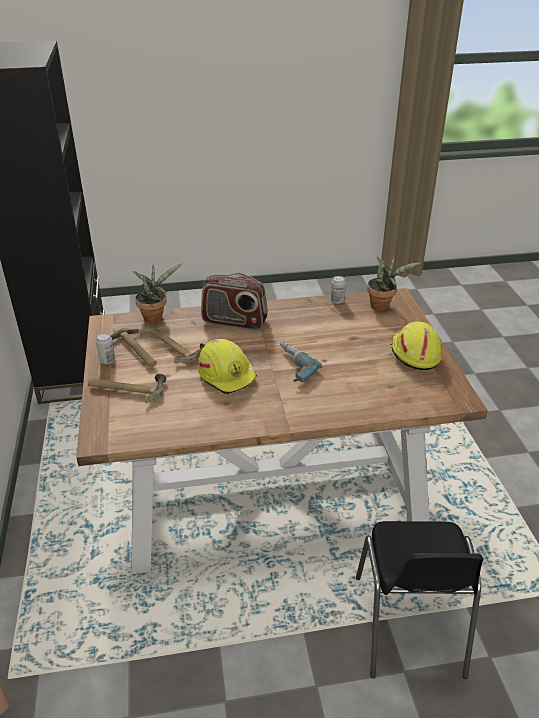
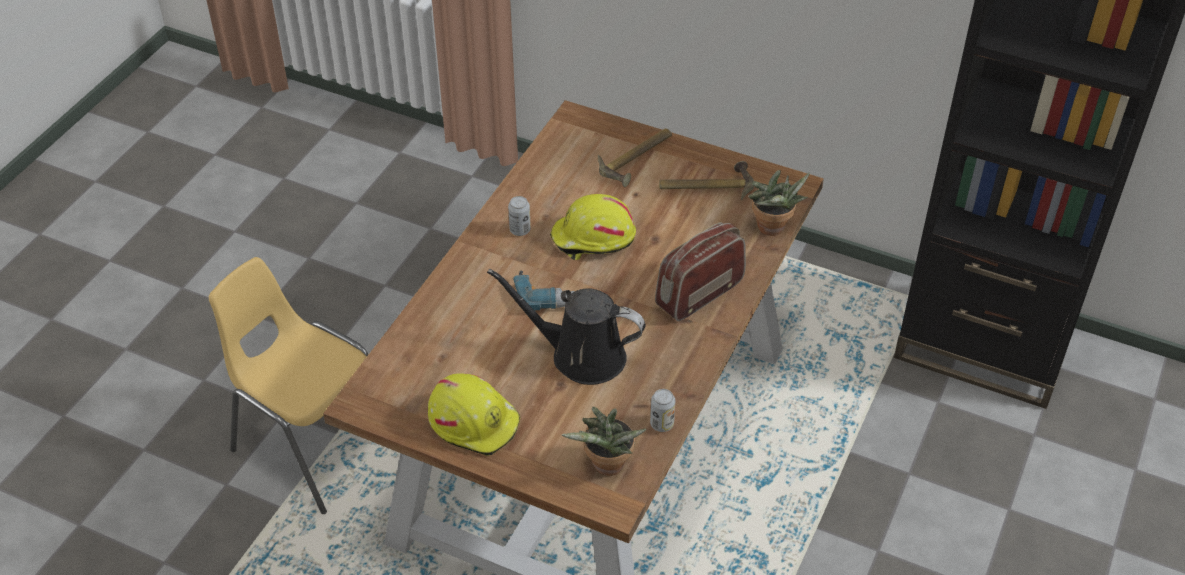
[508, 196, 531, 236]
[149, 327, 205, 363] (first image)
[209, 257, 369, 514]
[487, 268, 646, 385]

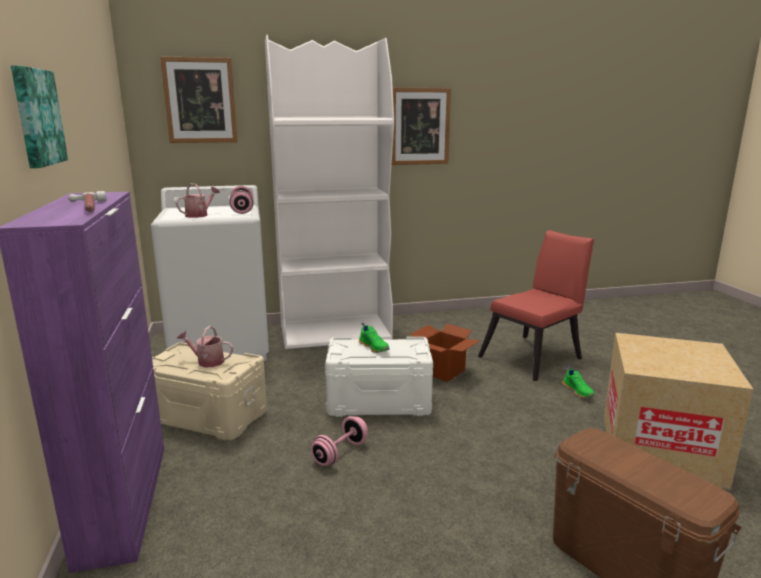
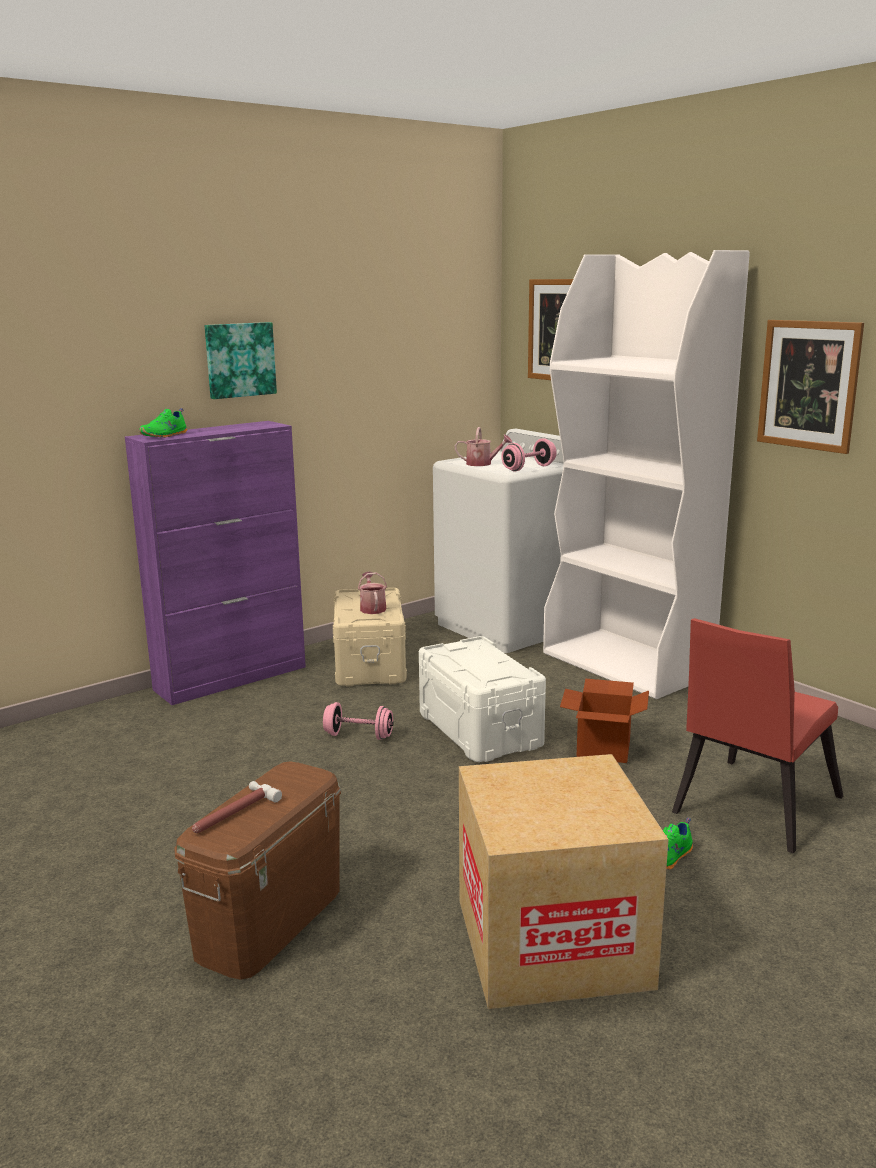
[192, 781, 282, 833]
[140, 408, 187, 438]
[672, 618, 843, 853]

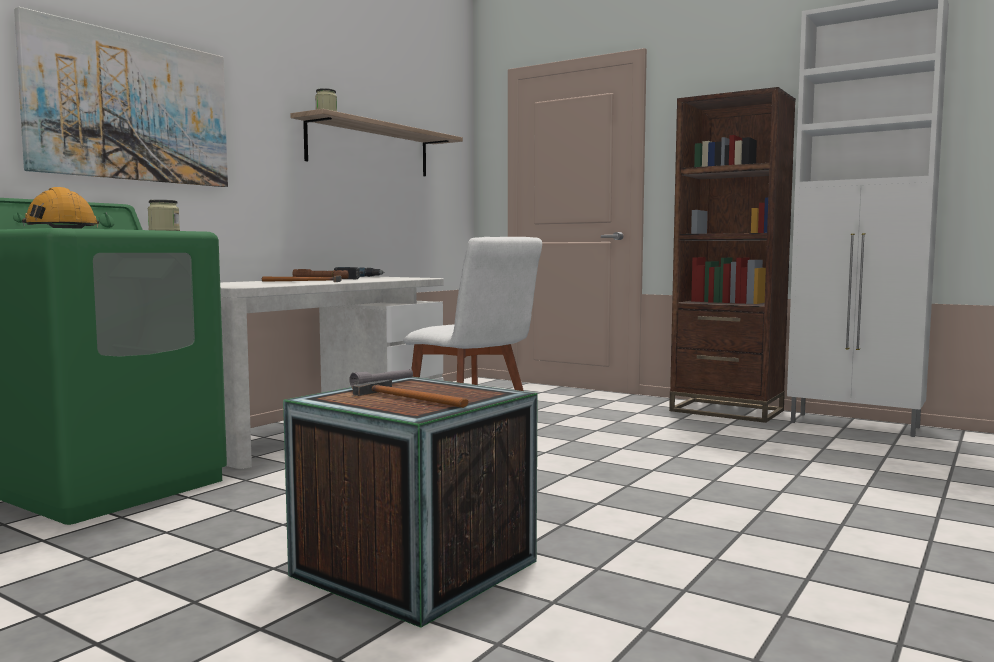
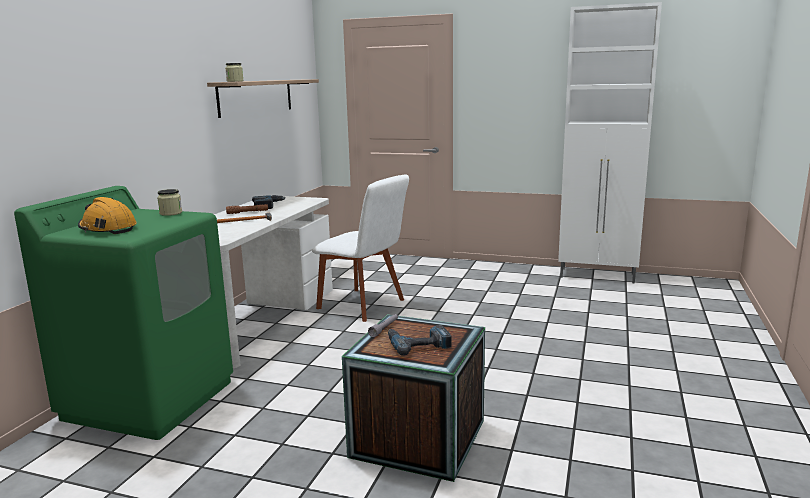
[14, 7, 228, 187] (first image)
[388, 325, 452, 356]
[669, 87, 796, 423] (first image)

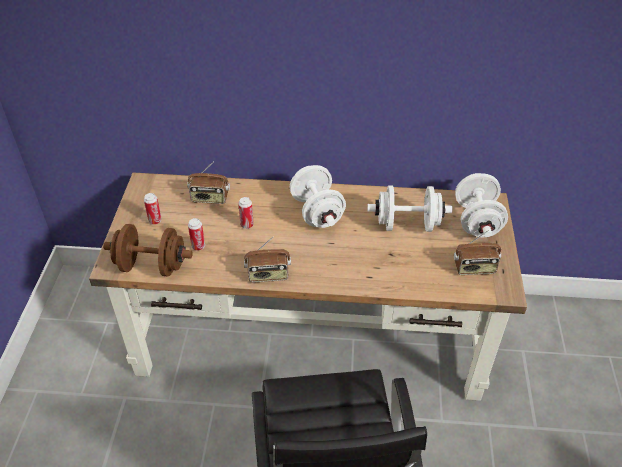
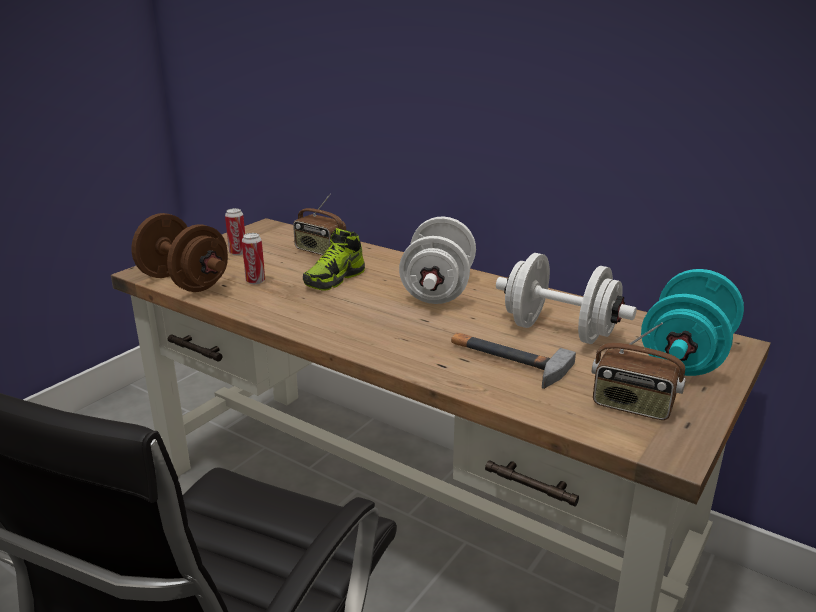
[303, 228, 365, 290]
[244, 236, 291, 282] (first image)
[641, 269, 744, 376]
[451, 333, 576, 389]

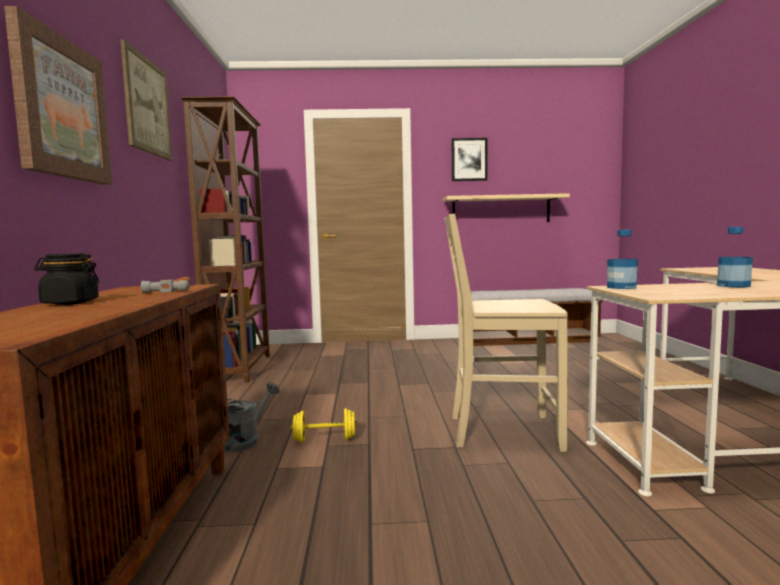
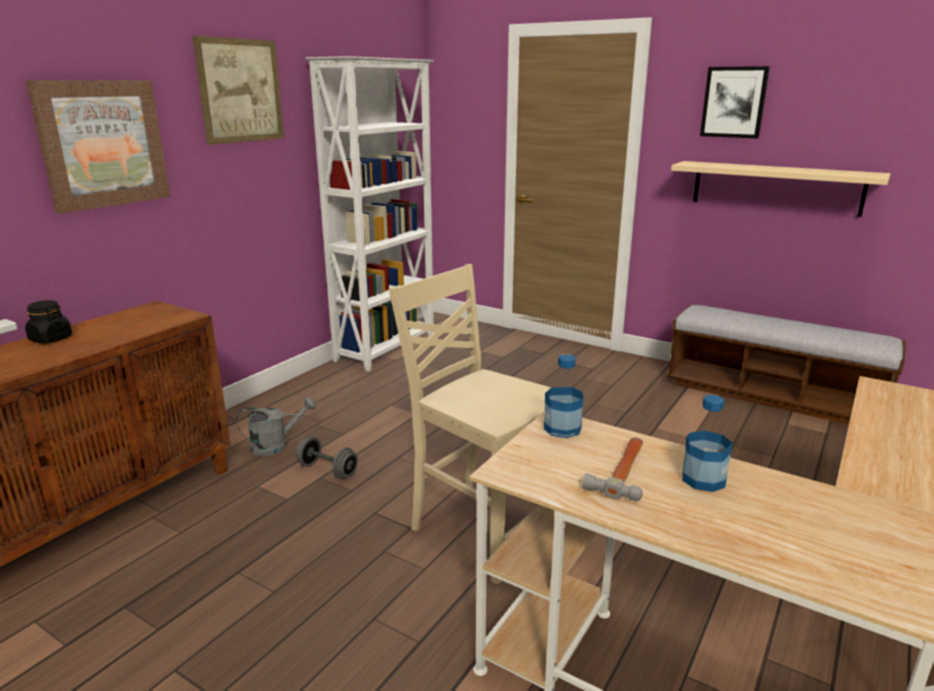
[582, 438, 643, 501]
[305, 56, 434, 371]
[296, 437, 358, 479]

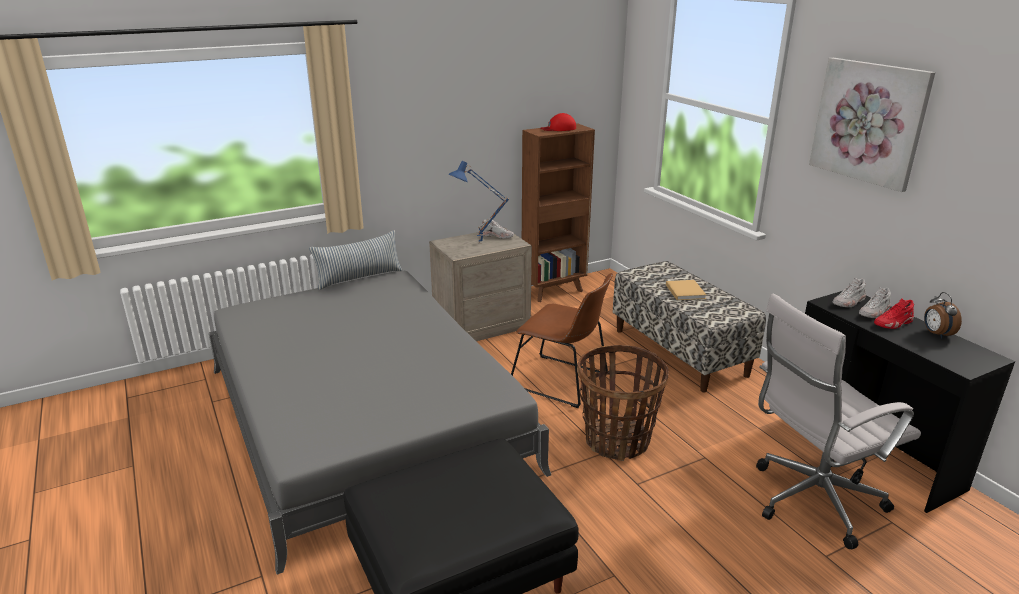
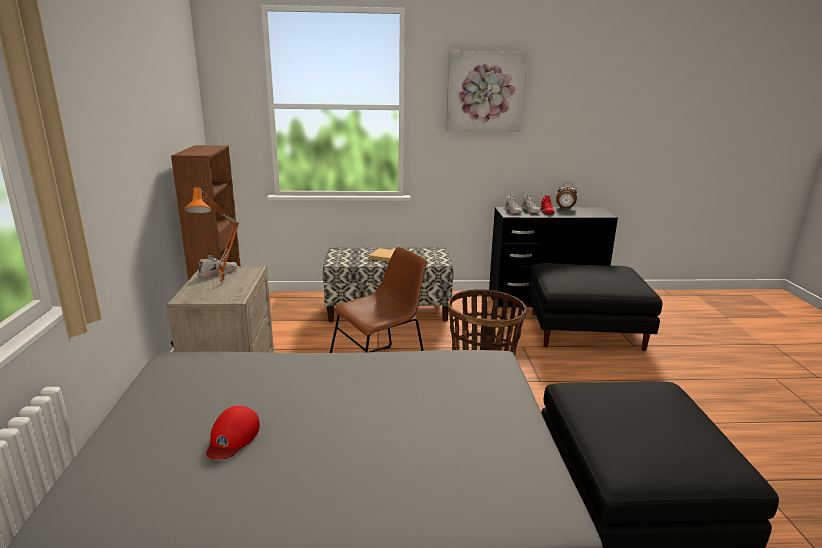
[309, 231, 402, 290] (first image)
[184, 187, 239, 284]
[206, 406, 260, 460]
[528, 263, 662, 351]

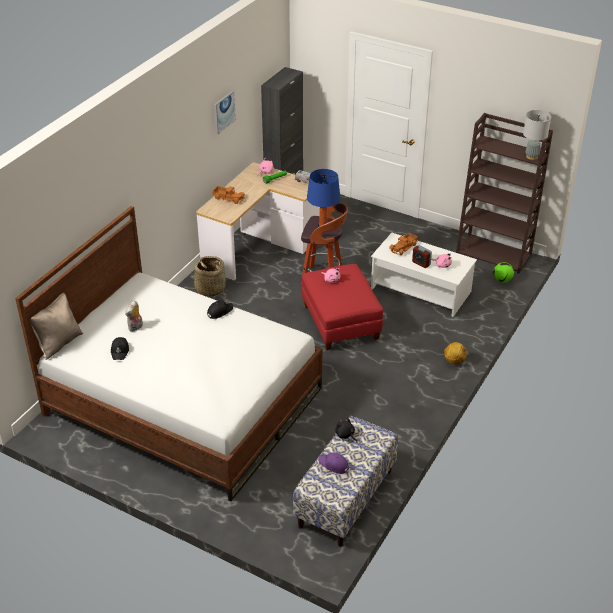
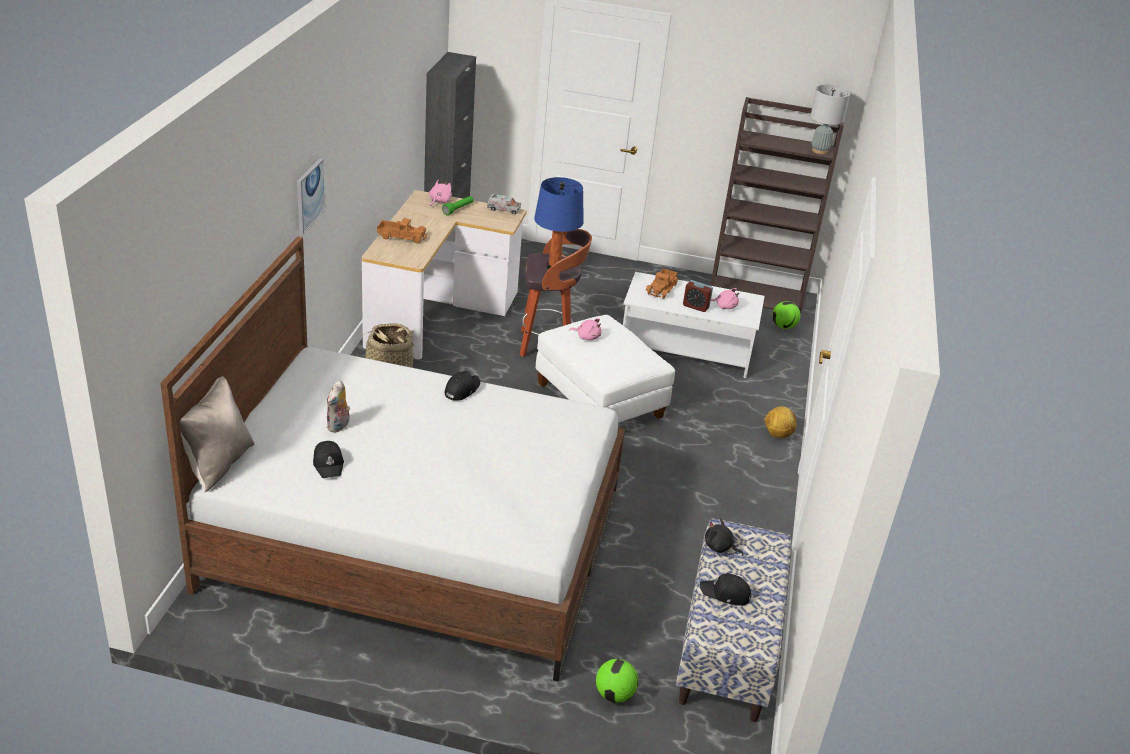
[297, 158, 326, 234]
[536, 315, 675, 423]
[700, 573, 752, 606]
[596, 659, 638, 703]

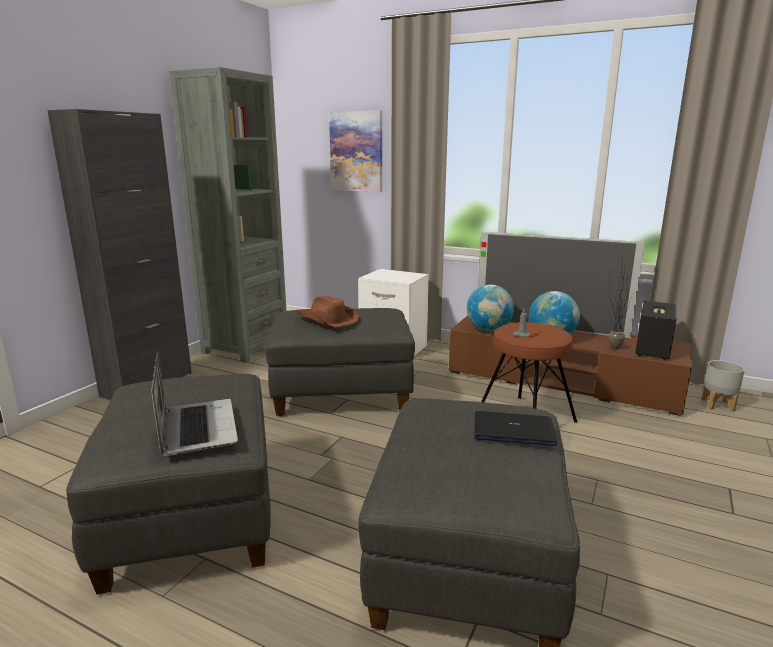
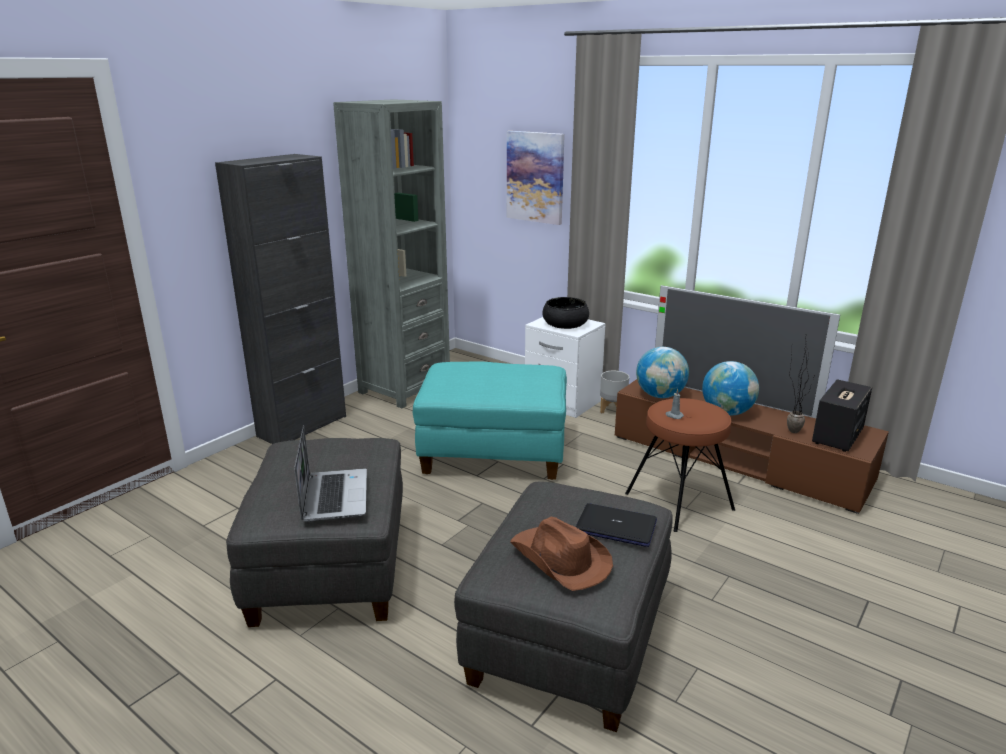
[413, 361, 567, 480]
[510, 517, 613, 591]
[600, 371, 629, 413]
[542, 297, 589, 329]

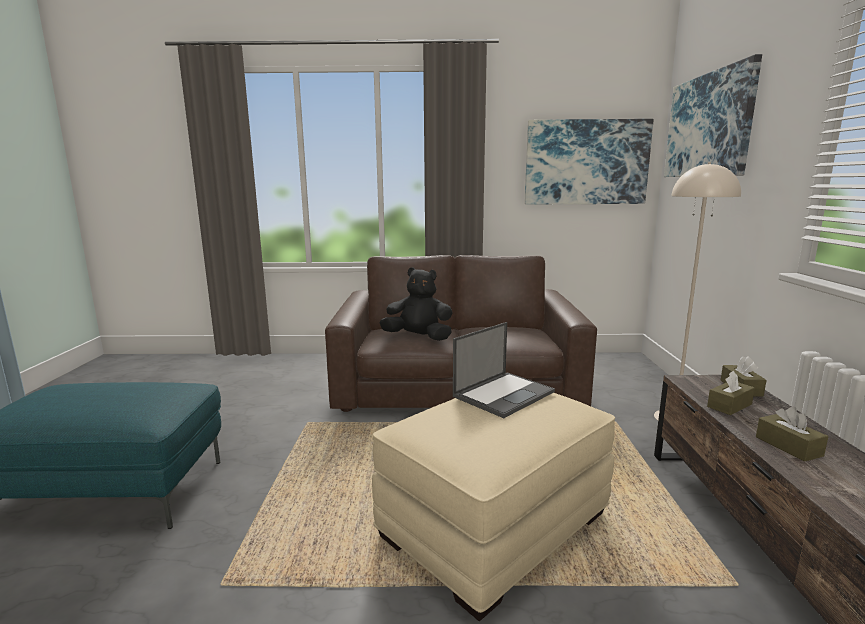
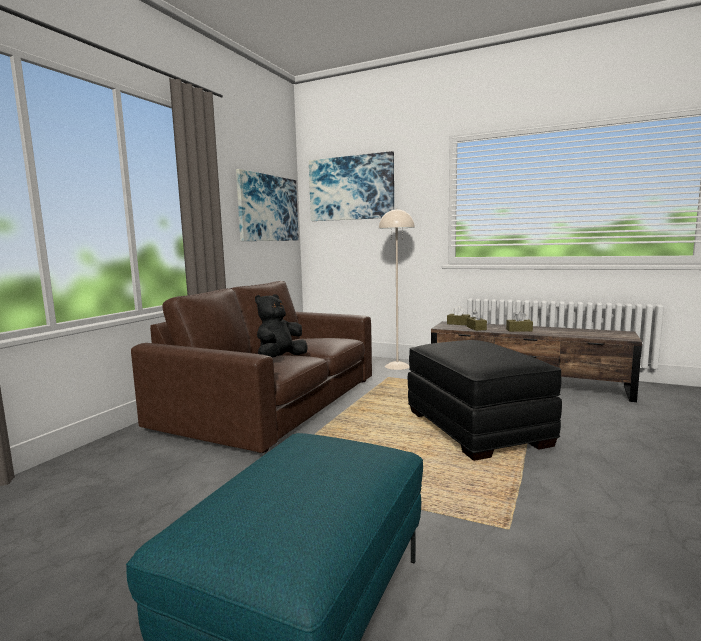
[408, 340, 562, 461]
[453, 322, 555, 418] (first image)

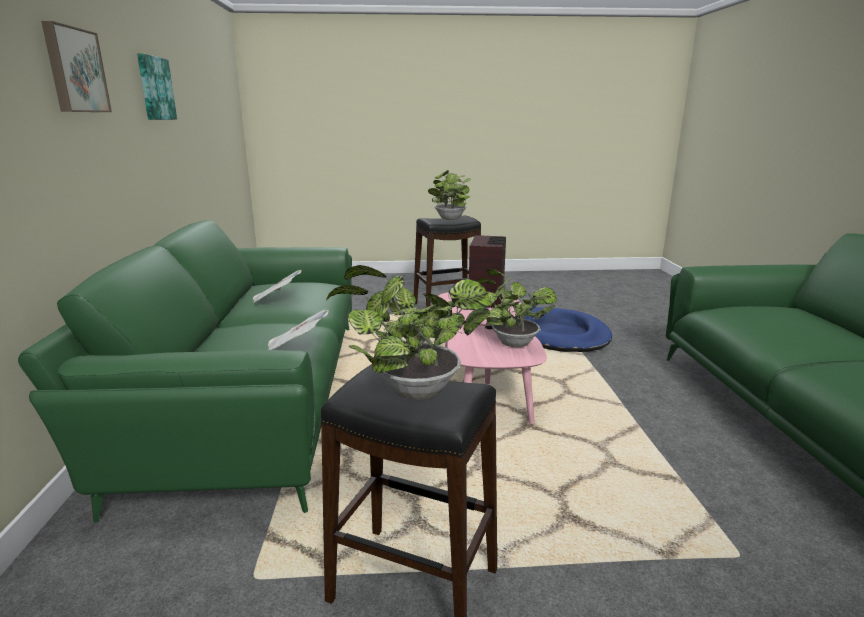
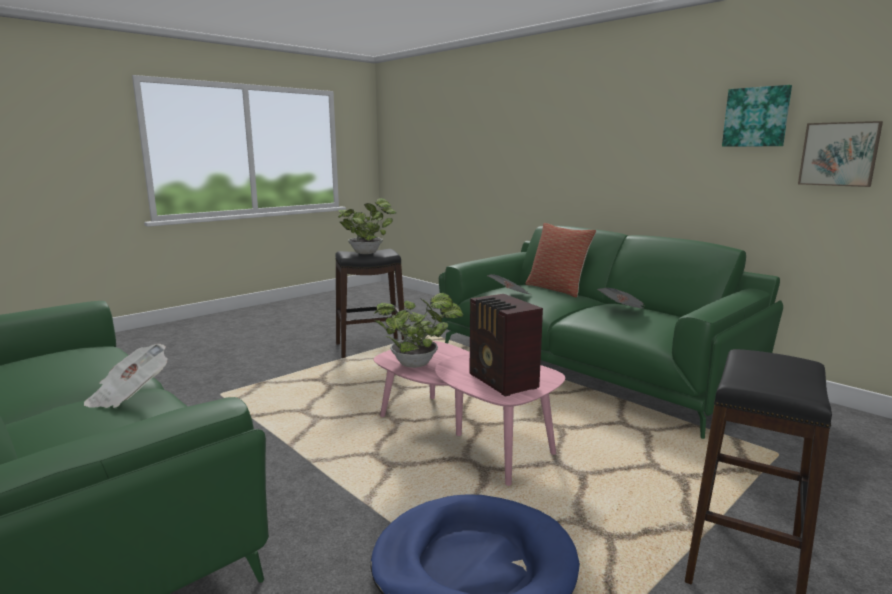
[798, 121, 883, 187]
[428, 170, 471, 220] (first image)
[84, 344, 167, 408]
[525, 223, 596, 298]

